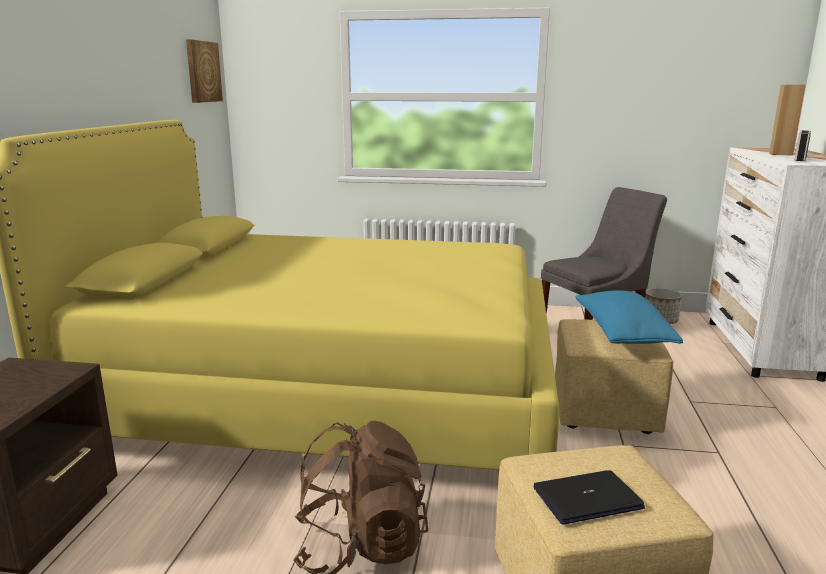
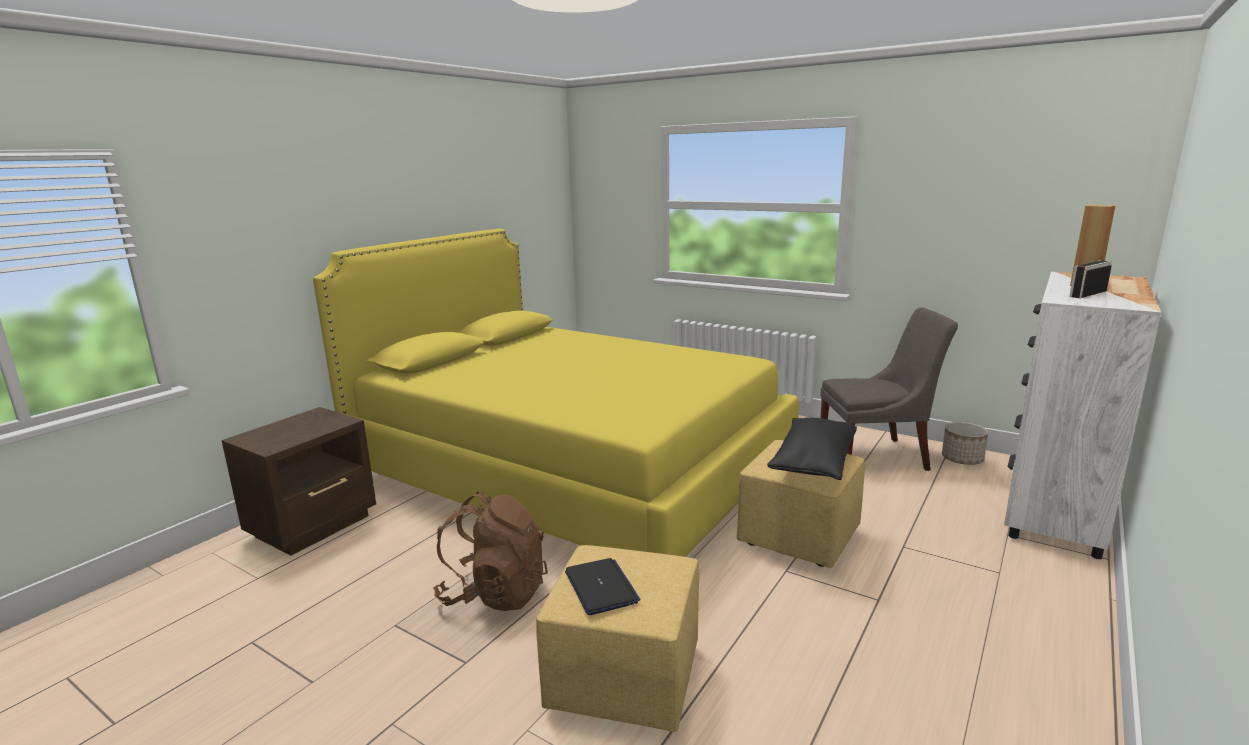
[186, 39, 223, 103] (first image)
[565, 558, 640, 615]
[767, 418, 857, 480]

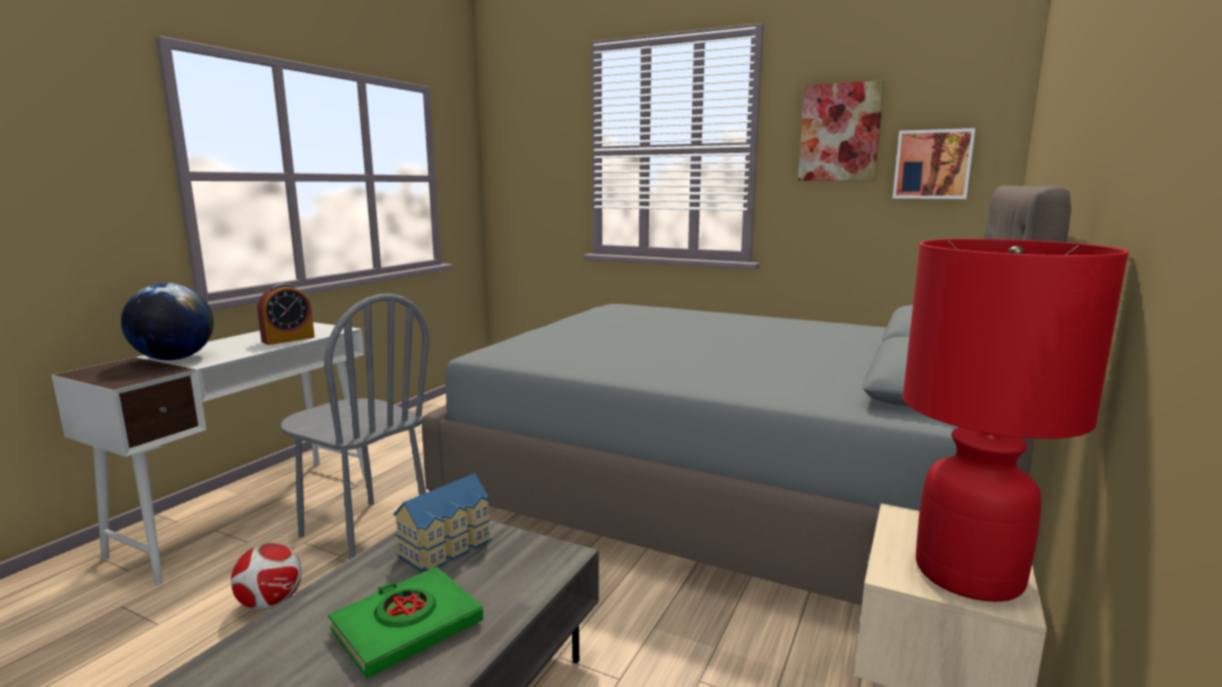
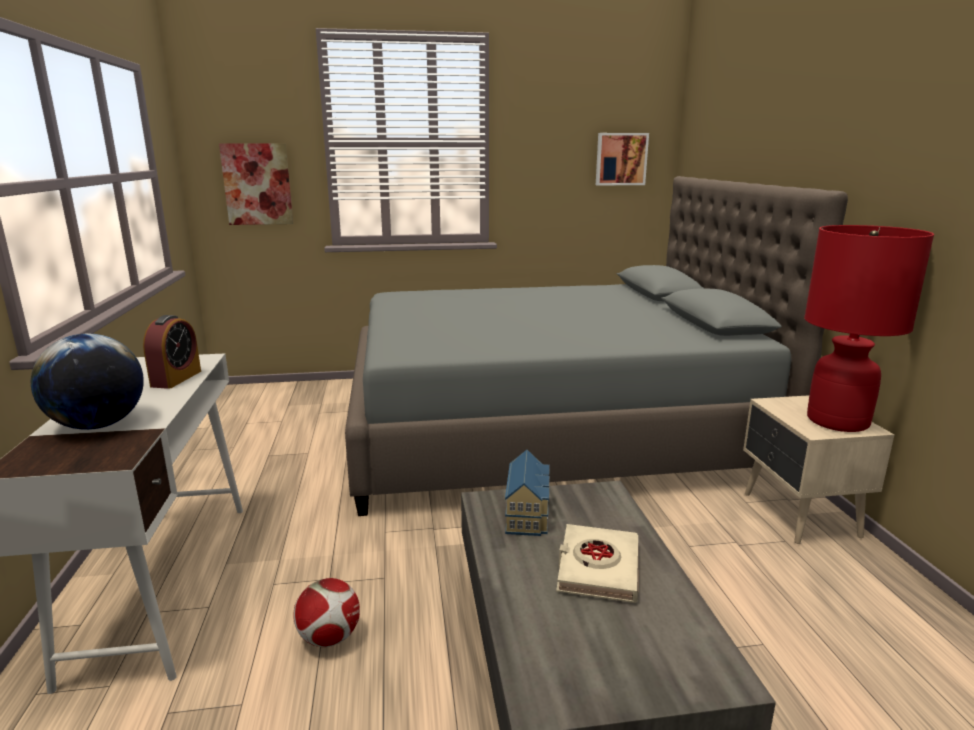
[280, 294, 429, 560] (first image)
[556, 524, 638, 603]
[219, 143, 293, 225]

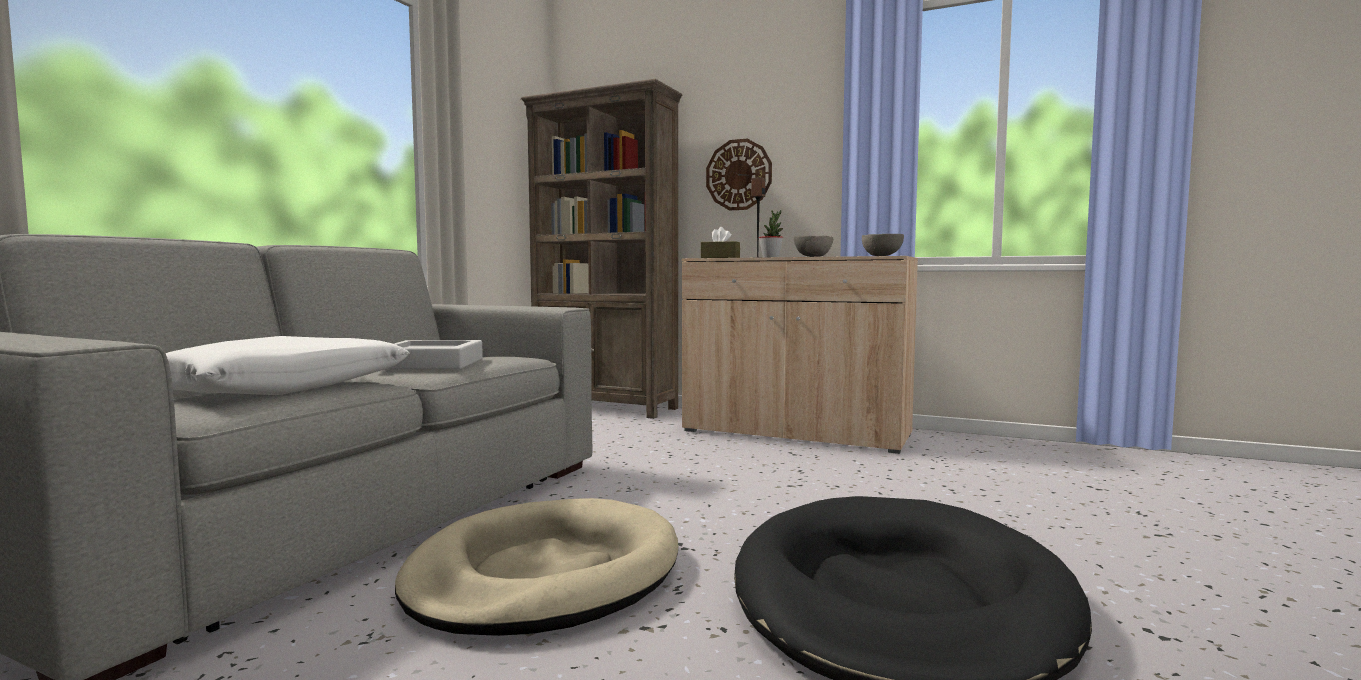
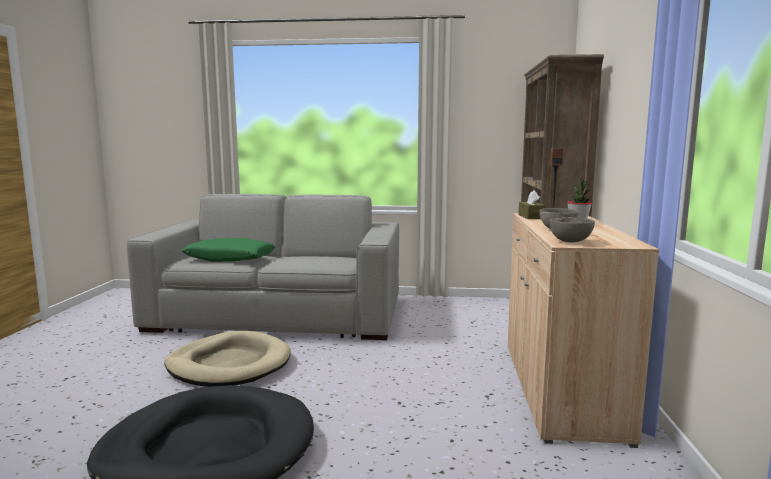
[182, 238, 275, 262]
[384, 340, 483, 370] (first image)
[706, 139, 772, 210] (first image)

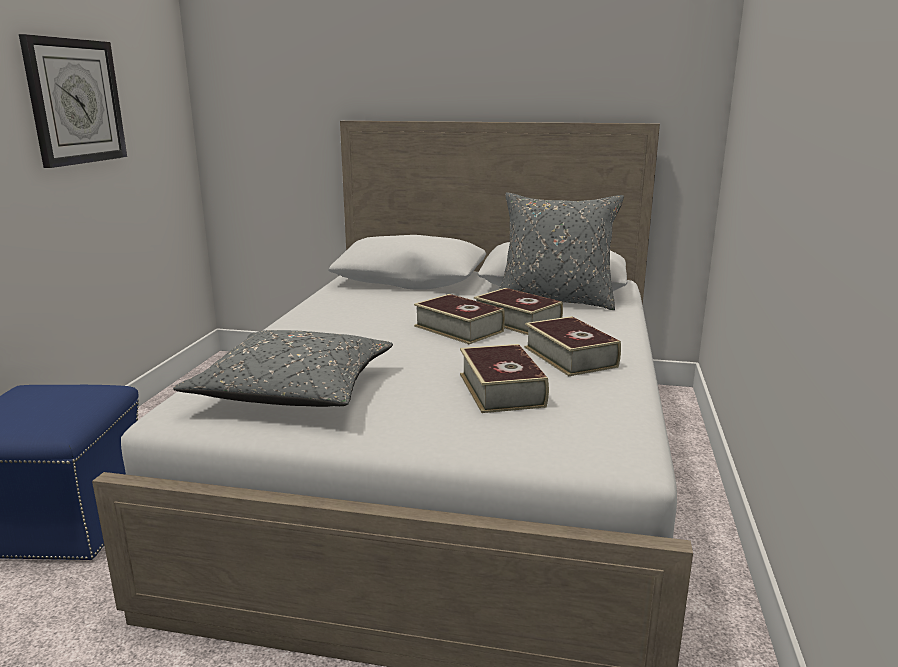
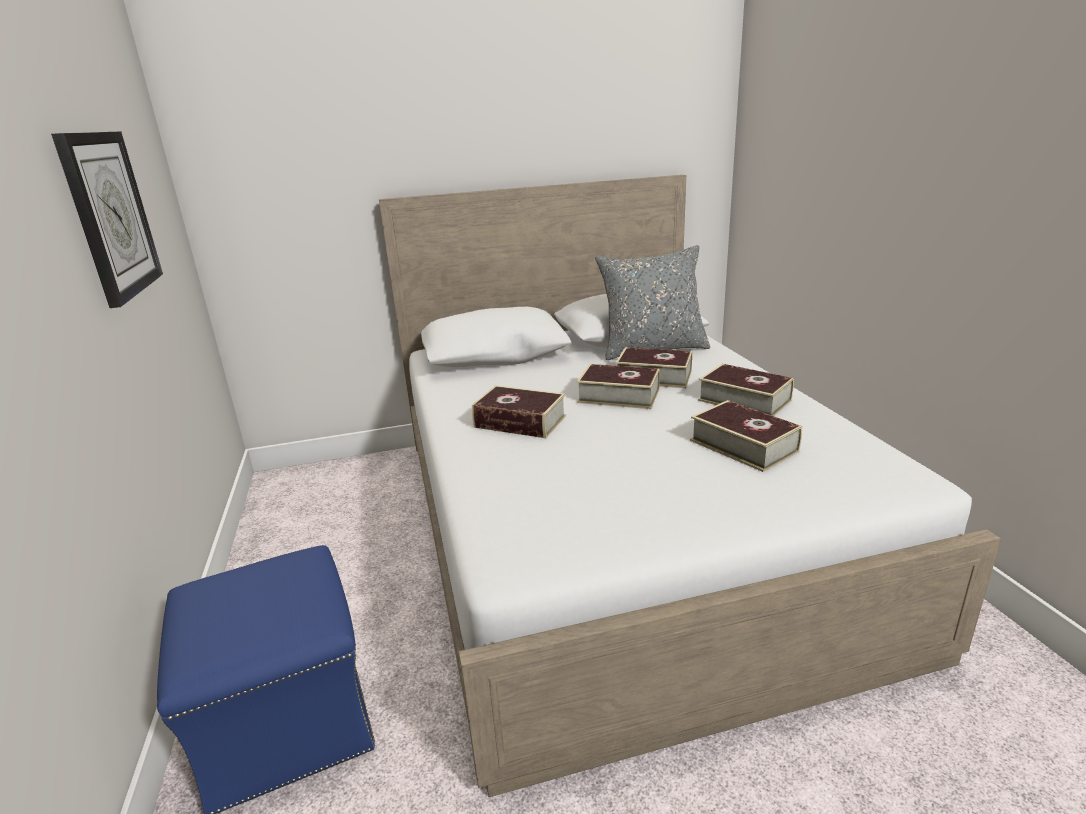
[173, 330, 393, 407] (first image)
[472, 385, 566, 438]

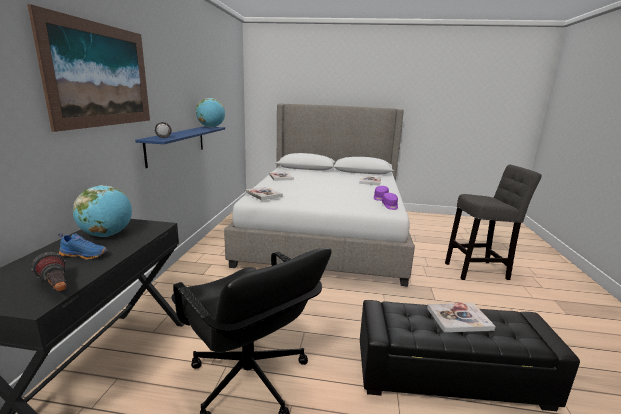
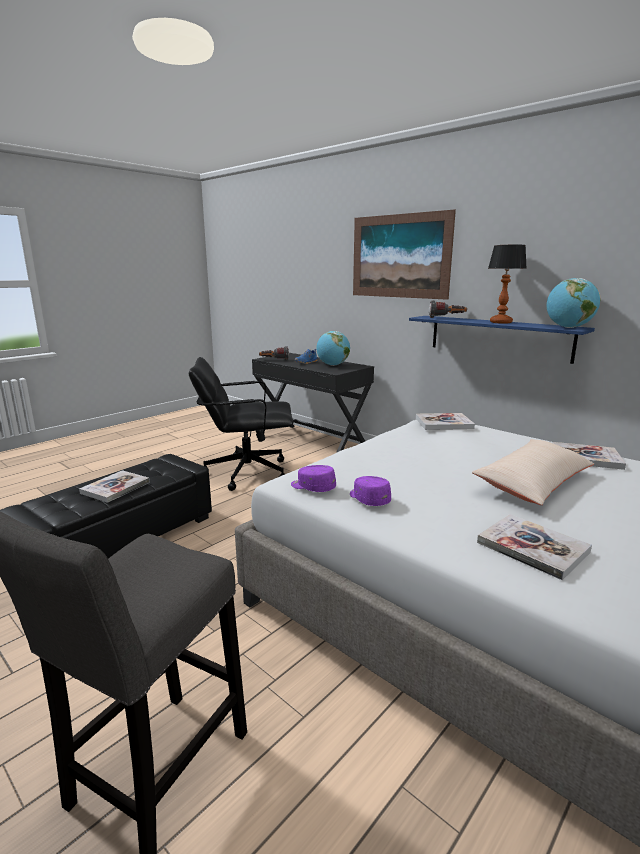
[472, 439, 594, 505]
[488, 245, 527, 324]

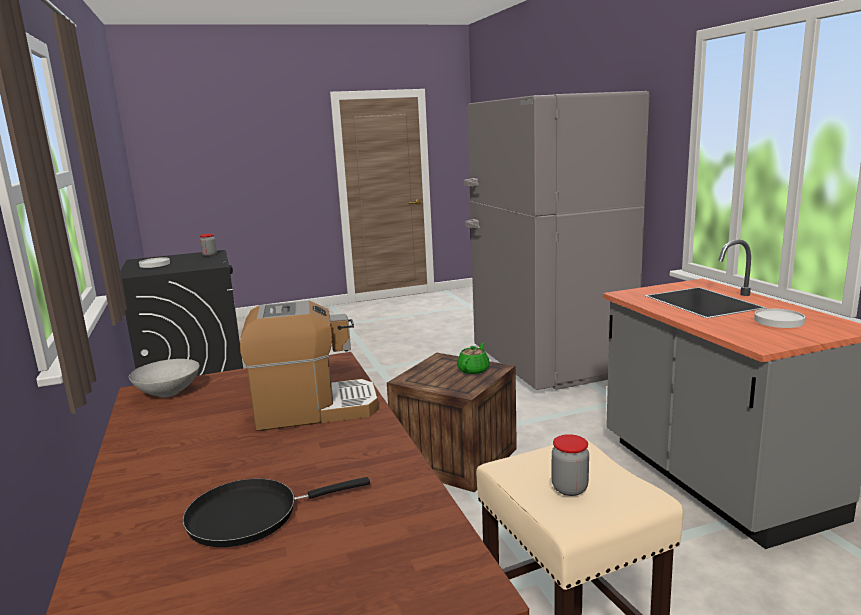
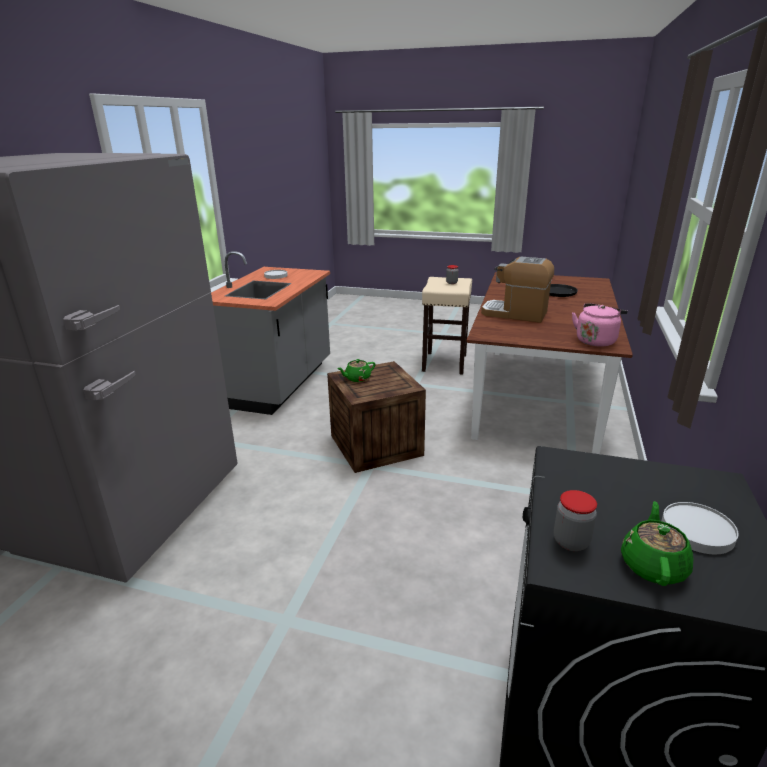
[572, 303, 628, 347]
[621, 501, 693, 586]

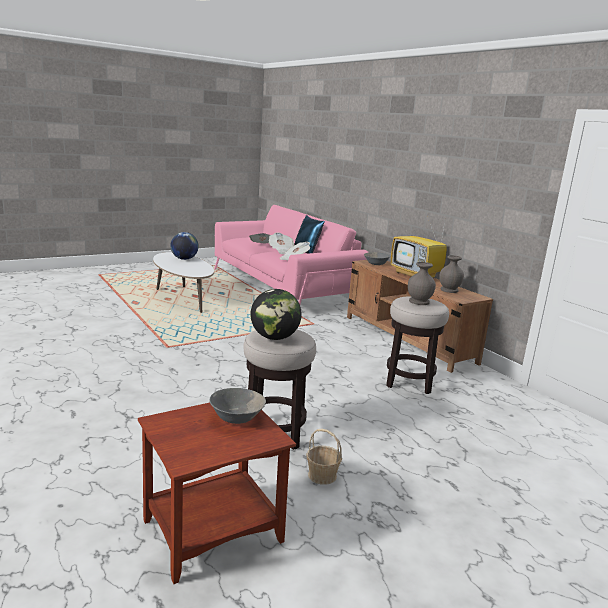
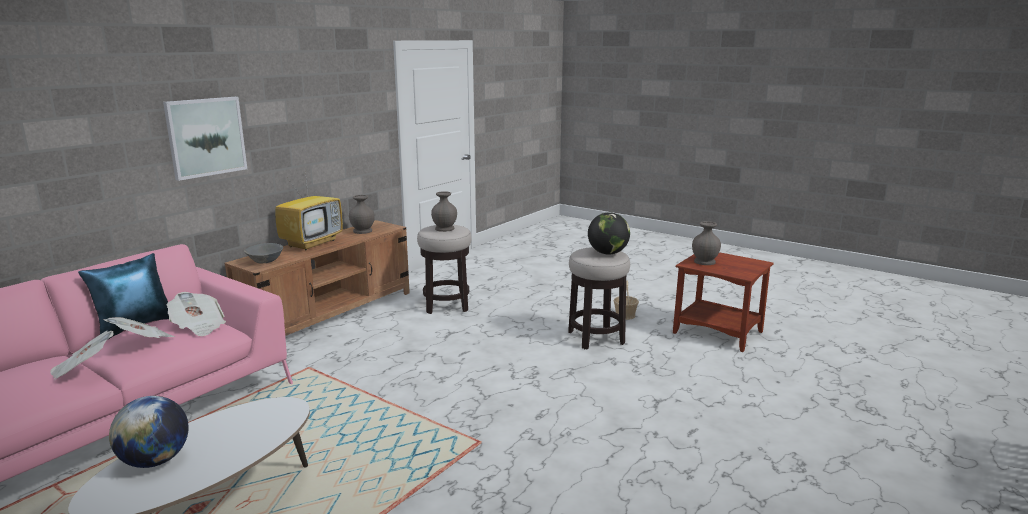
[692, 221, 721, 265]
[163, 97, 247, 181]

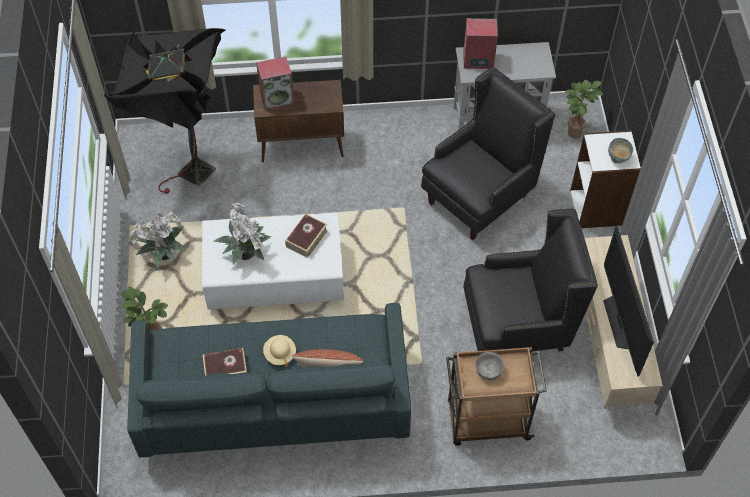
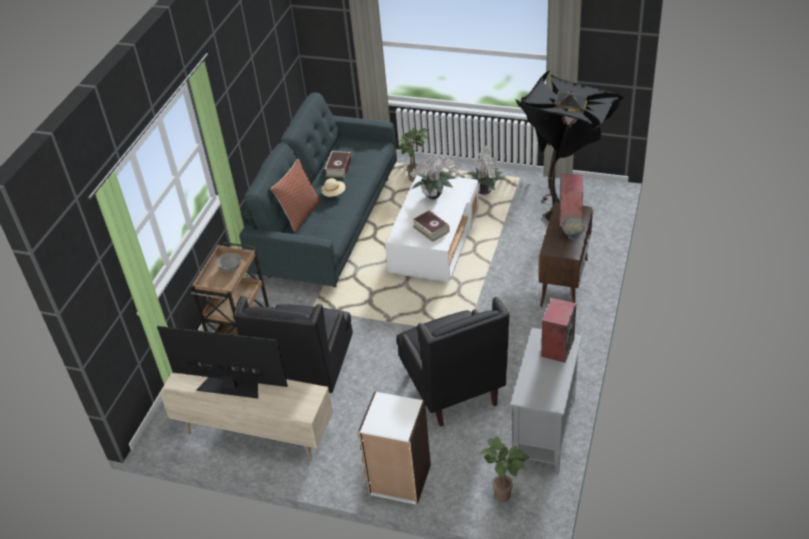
[562, 216, 585, 239]

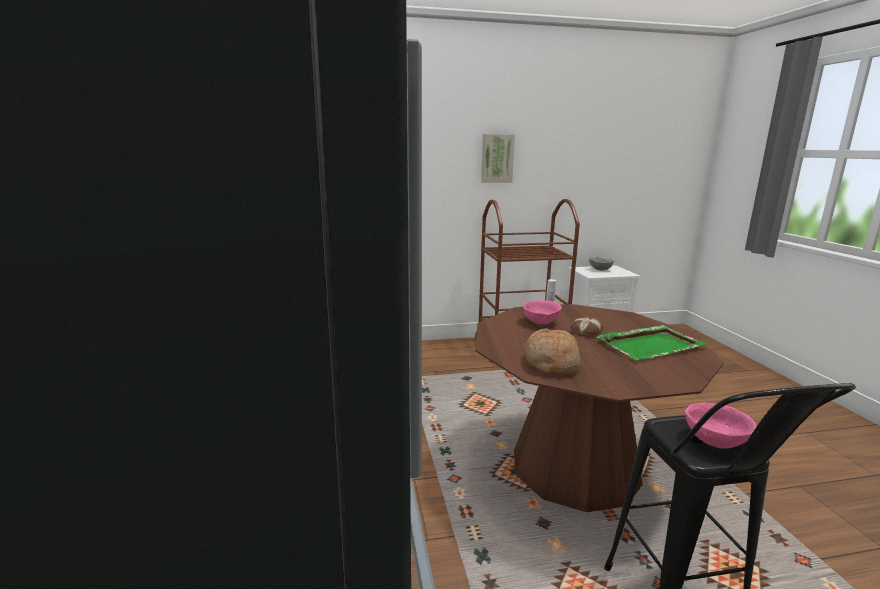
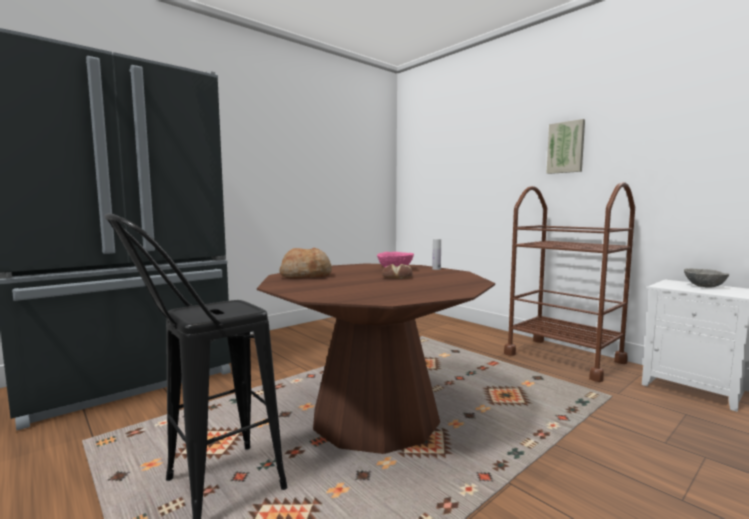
[596, 325, 706, 360] (first image)
[685, 403, 757, 449] (first image)

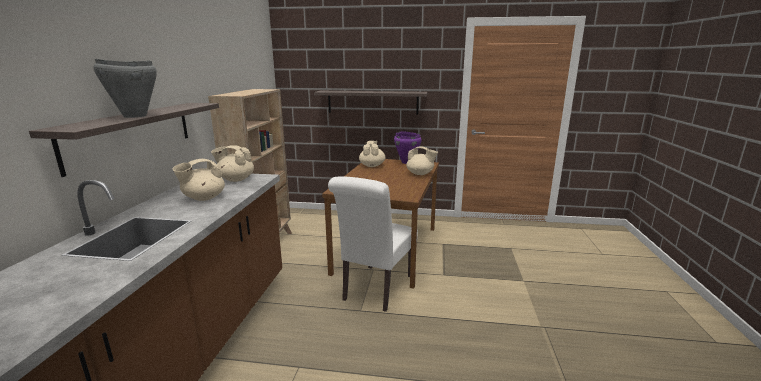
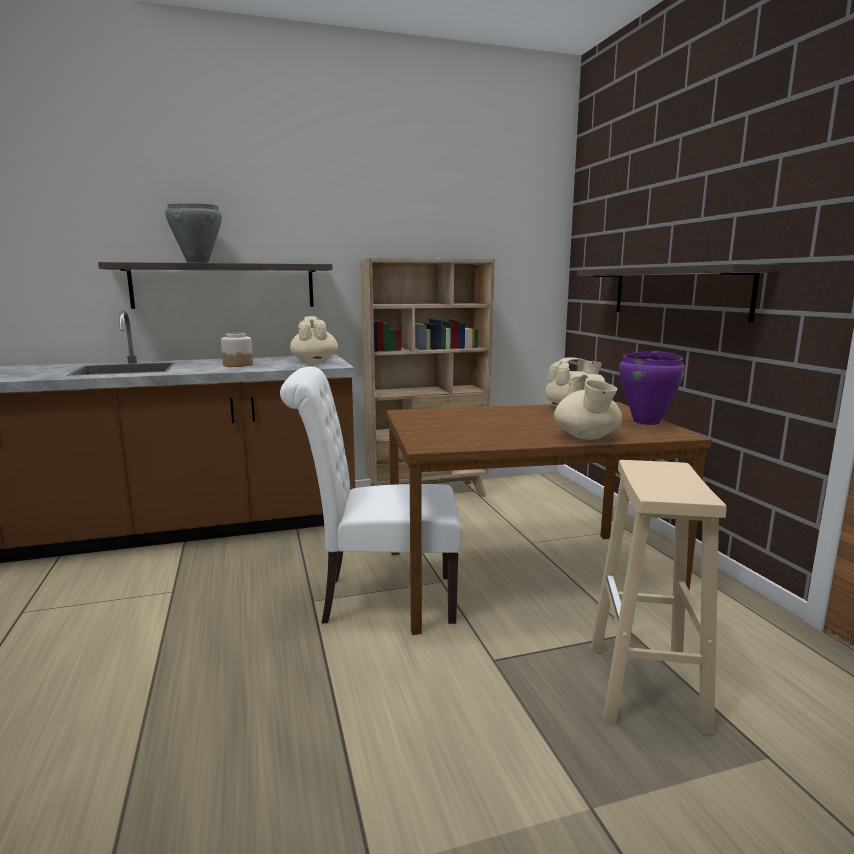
[221, 333, 253, 367]
[591, 460, 727, 735]

